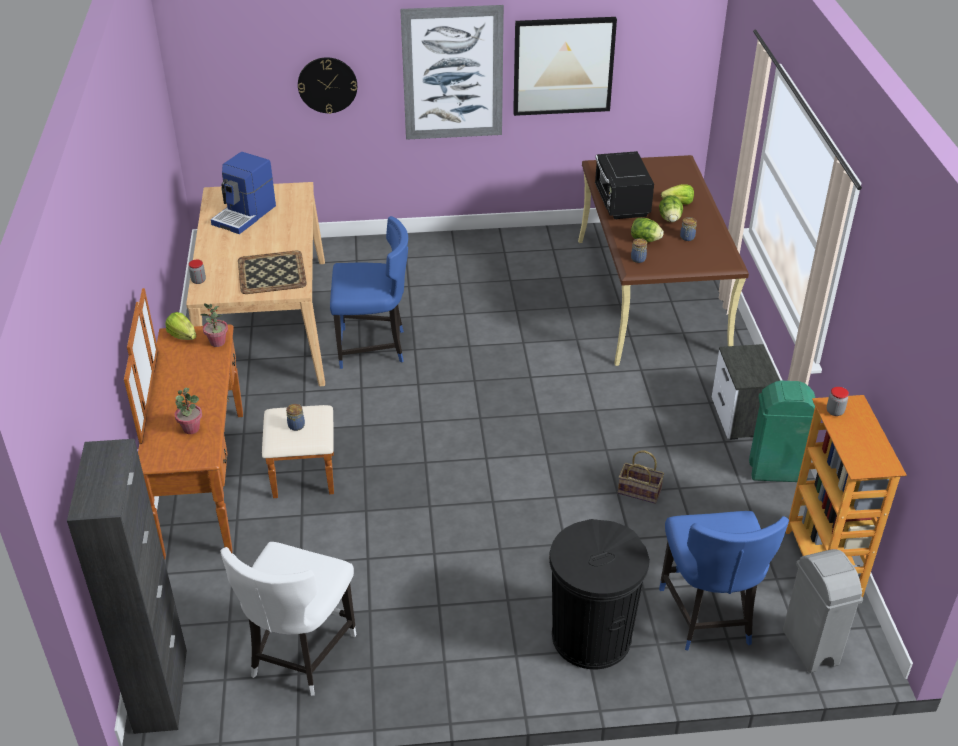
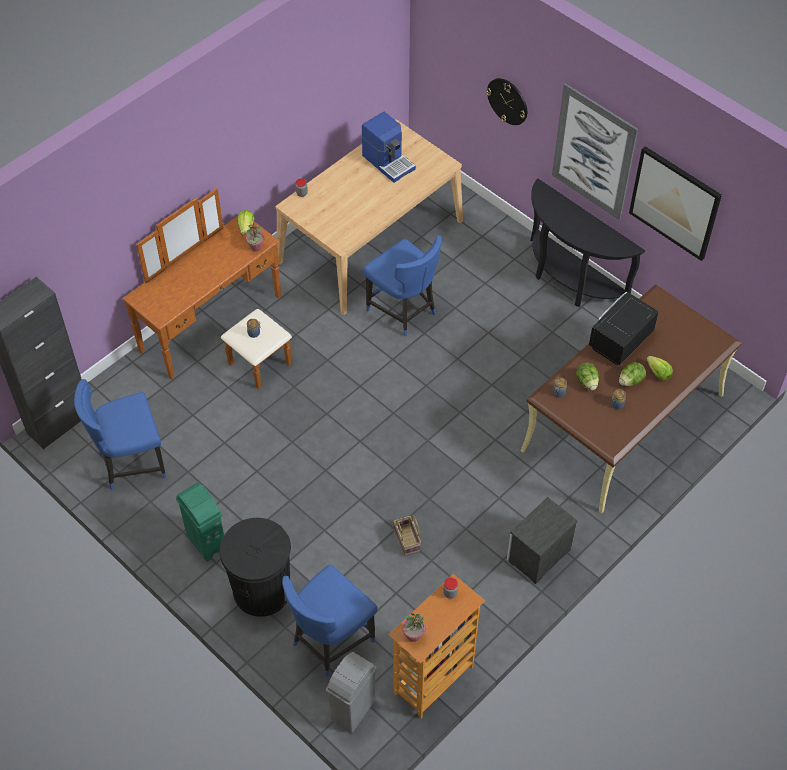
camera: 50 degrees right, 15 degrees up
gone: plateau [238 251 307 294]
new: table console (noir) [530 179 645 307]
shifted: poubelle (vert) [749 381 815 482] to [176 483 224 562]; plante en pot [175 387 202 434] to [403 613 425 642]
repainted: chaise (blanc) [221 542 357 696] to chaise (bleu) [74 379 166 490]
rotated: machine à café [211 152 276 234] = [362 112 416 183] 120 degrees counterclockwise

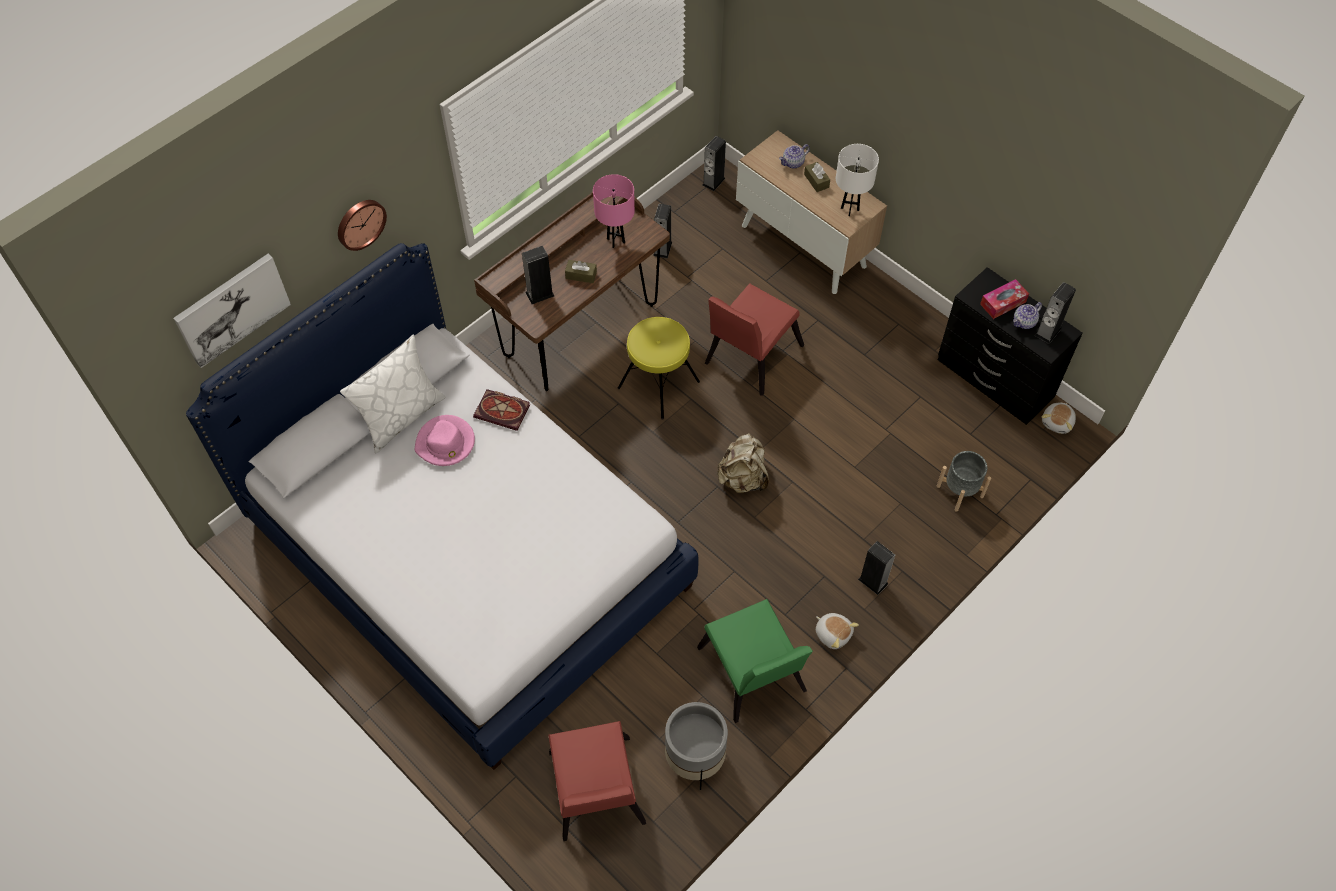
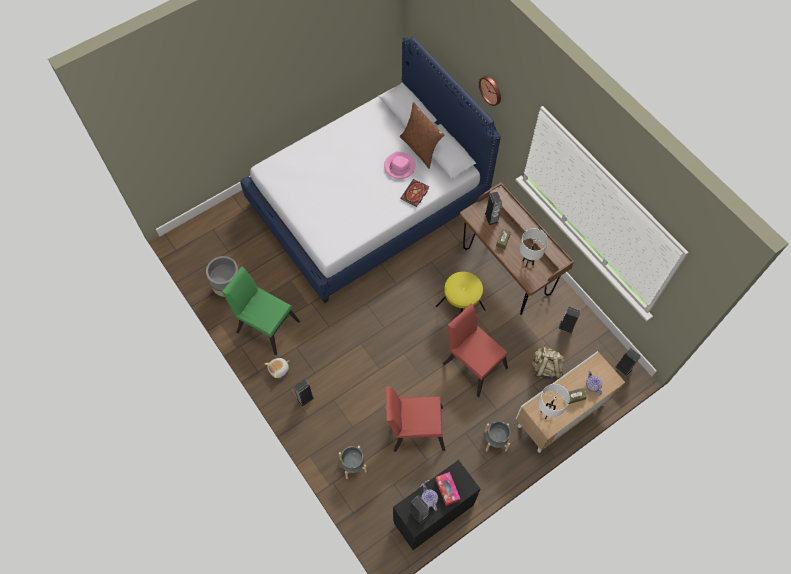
camera: 100 degrees right, 5 degrees up
gone: tableau [173 254 291 368]; peluche [1042 403 1076 434]
new: cache-pot (gris) [485 421 511 451]
shifted: sac à dos (beige) [717 433 769 493] to [532 346 564 380]; chaise (rouge) [548 721 646 841] to [386 386 445 452]
repainted: lampe de table (rose) [593 174 635 248] to lampe de table (blanc) [519 228 548 267]; coussin (blanc) [340 335 446 453] to coussin (marron) [400 102 444 169]
rotated: chaise (vert) [697 599 813 723] = [222 266 300 355] 45 degrees clockwise

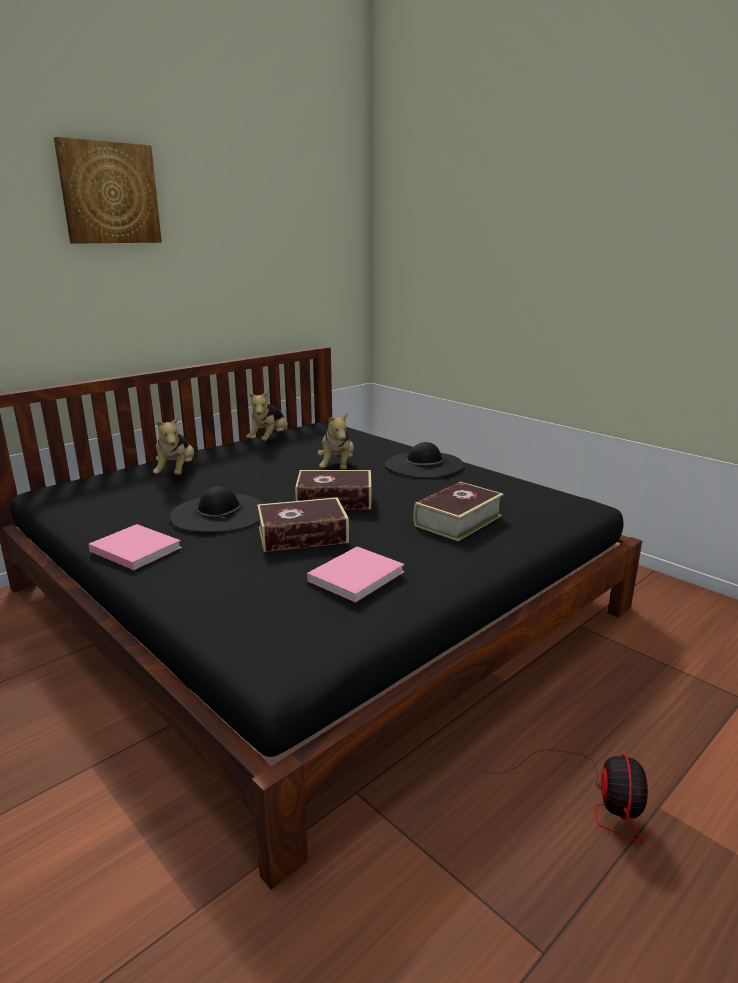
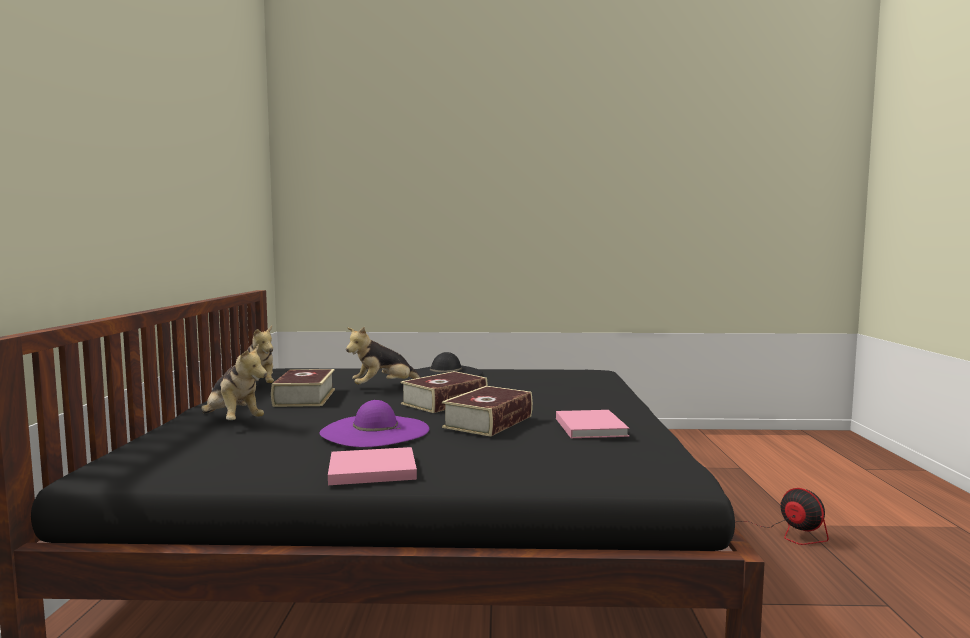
camera: 45 degrees left, 15 degrees down
gone: tableau [54 137 162 244]
shifted: livre [413 482 503 541] to [271 369 335 407]
repainted: chapeau (noir) [170 486 264 532] to chapeau (violet) [320 400 429 447]
rotated: peluche [318 412 354 470] = [346 327 421 384] 105 degrees clockwise

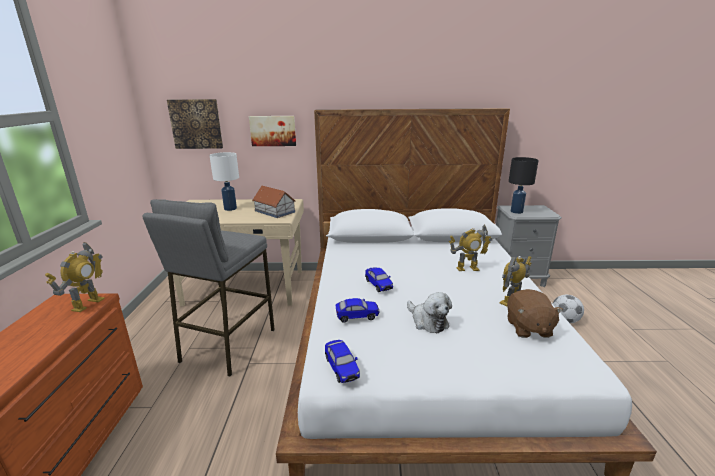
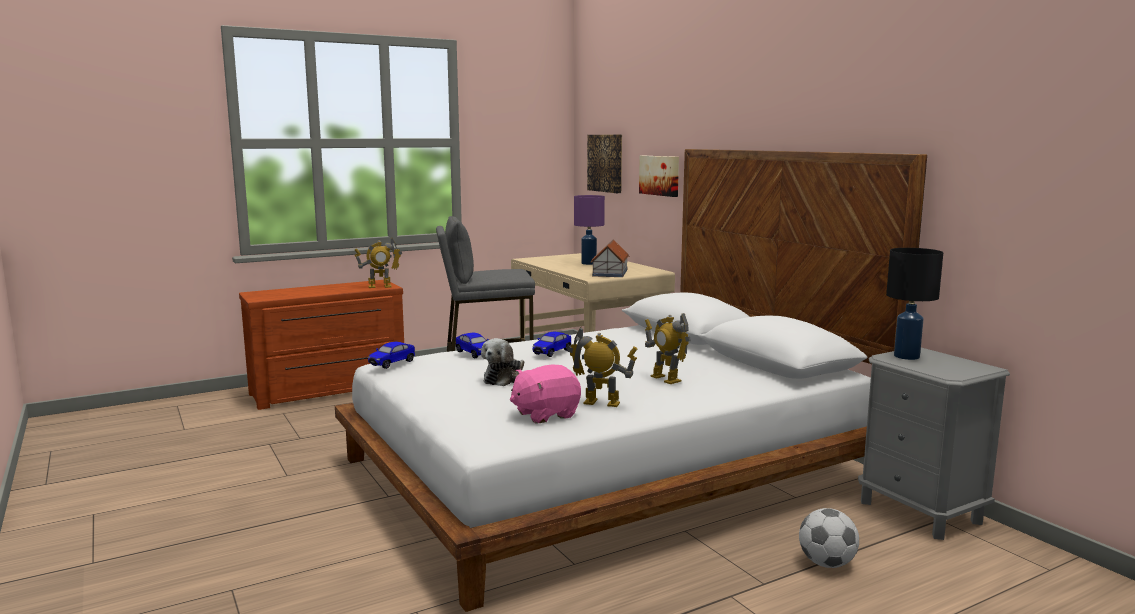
camera: 60 degrees right, 10 degrees down
repainted: lampe de table (blanc) [209 152 239 211] to lampe de table (violet) [574 195 605 265]; peluche (marron) [507 289 563 338] to peluche (rose) [510 365 581 423]

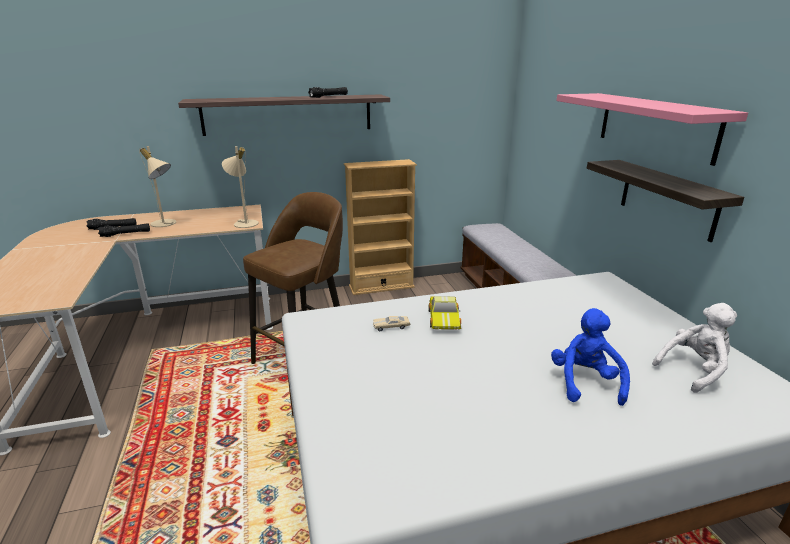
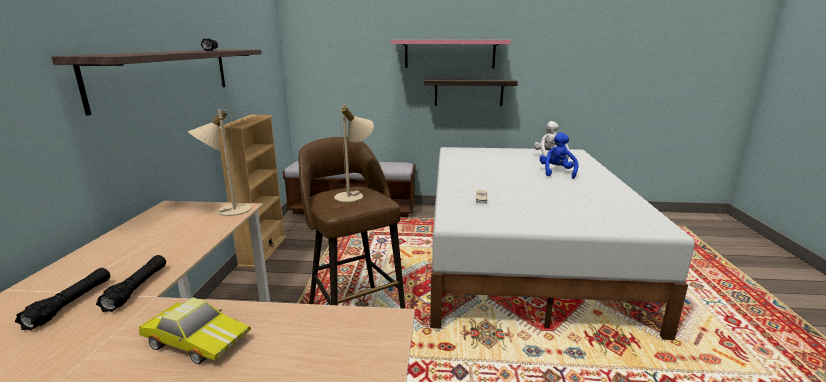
camera: 70 degrees left, 5 degrees down
shifted: lampe de table (beige) [139 146 176 227] to [334 104 374 202]; petite voiture [429 296 461 330] to [139 297 251 364]
rotated: peluche (bleu) [551 308 630 406] = [539 132 578 179] 75 degrees clockwise

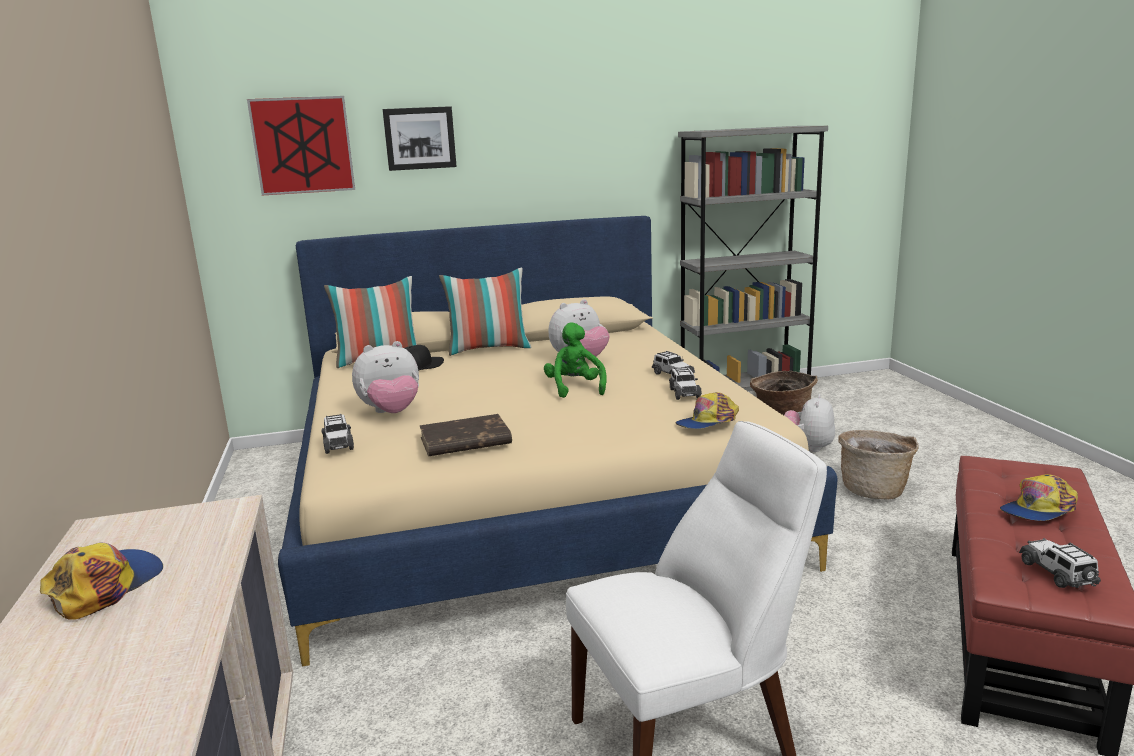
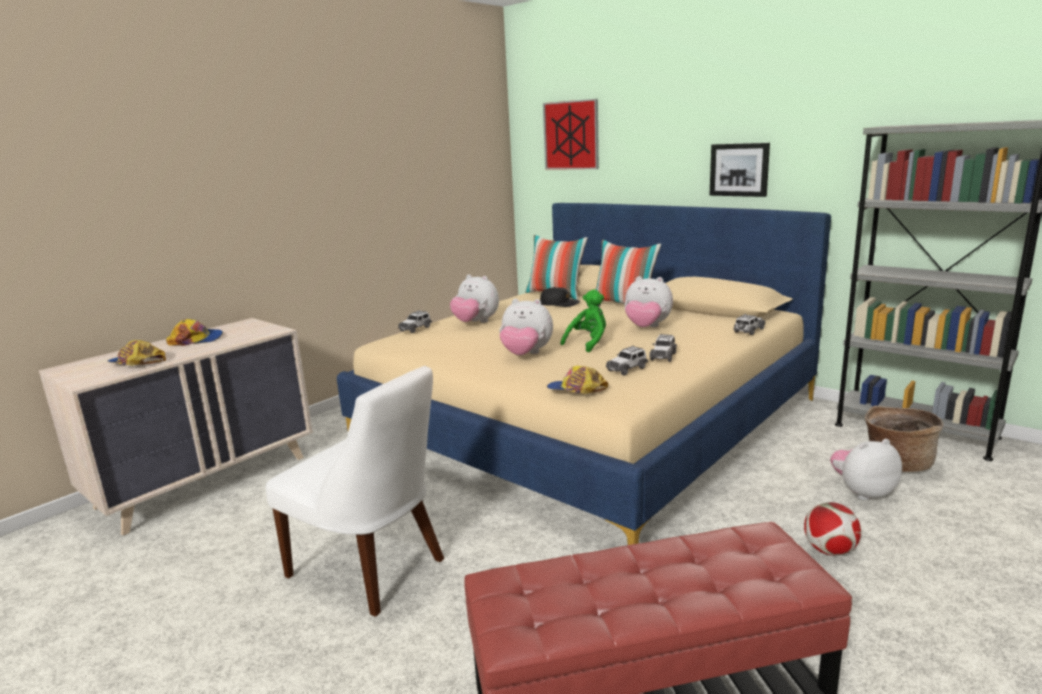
camera: 55 degrees right, 0 degrees up
gone: livre (marron) [419 414 512 456]
new: peluche [499 299 553 355]
shifted: tableau [382 106 457 171] to [710 143 770 197]; casquette [1000 474 1078 521] to [107 340 166 365]; petite voiture [1019 538 1101 588] to [733 314 765 335]
swapped: panier [838 430 919 500] to ballon de foot [804 502 861 556]

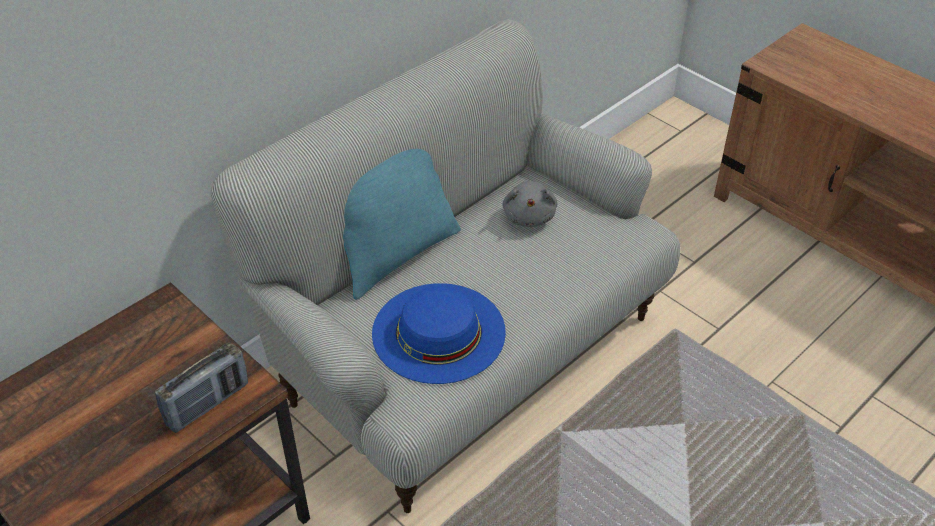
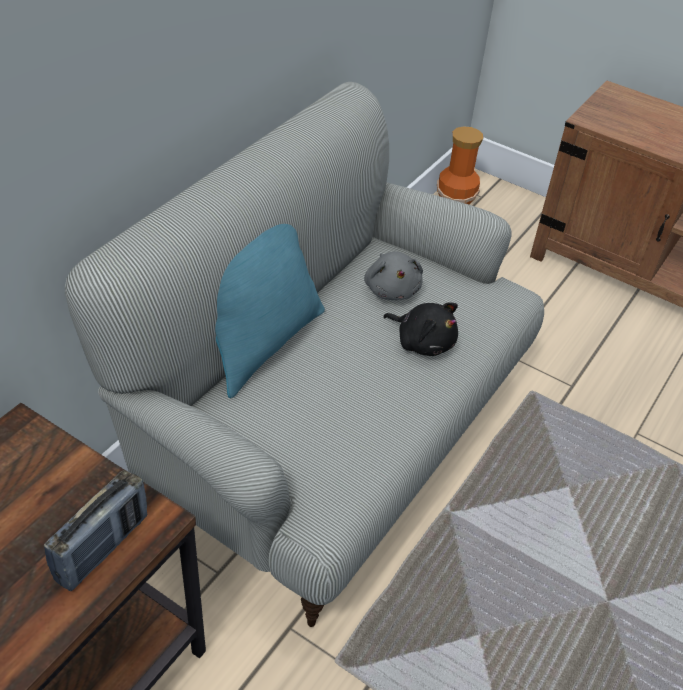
camera: 15 degrees left, 0 degrees up
gone: chapeau (bleu) [372 283 506 384]
new: vase [437 126 483 204]; peluche (noir) [383 302 458 356]

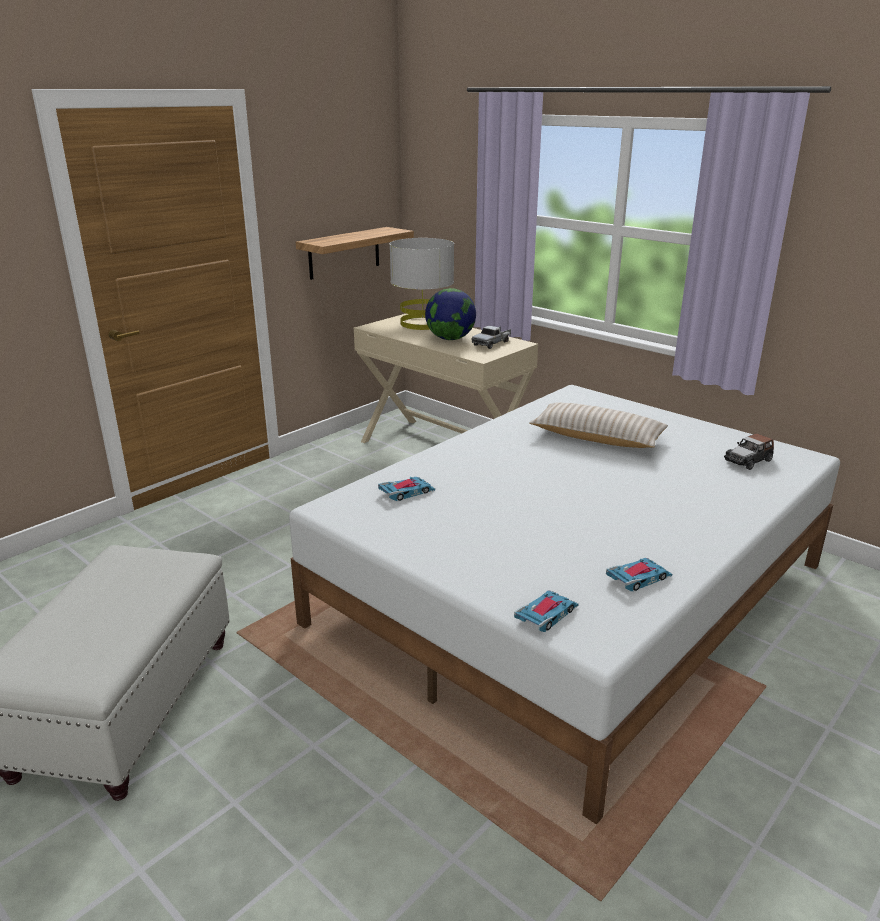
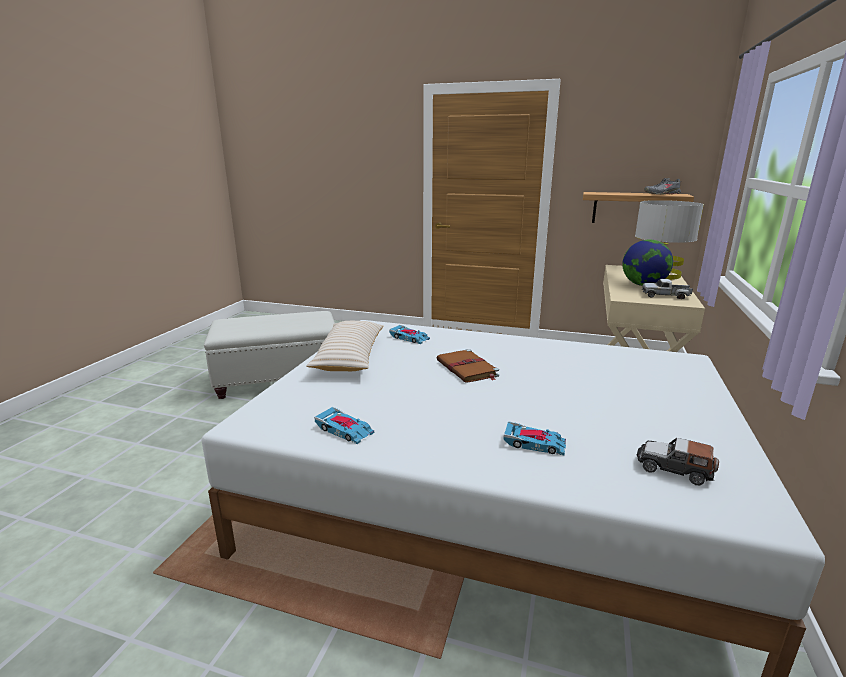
camera: 65 degrees right, 5 degrees down
new: chaussure (gris) [644 178 681 195]; livre (marron) [437 349 499 383]
shifted: coussin (beige) [529 402 668 448] to [306 321 383 371]; petite voiture [514 591 579 632] to [503 422 566 455]

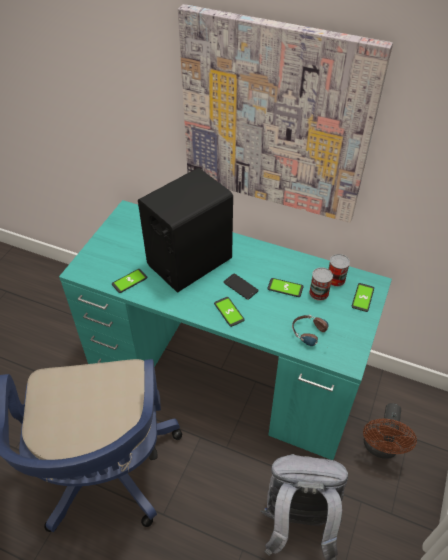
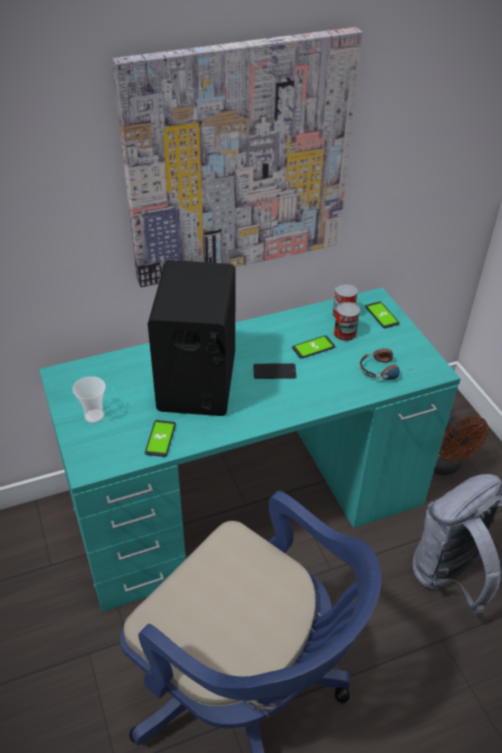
camera: 45 degrees left, 5 degrees down
gone: téléphone [214 297 245 327]
new: tasse [73 376 106 423]

